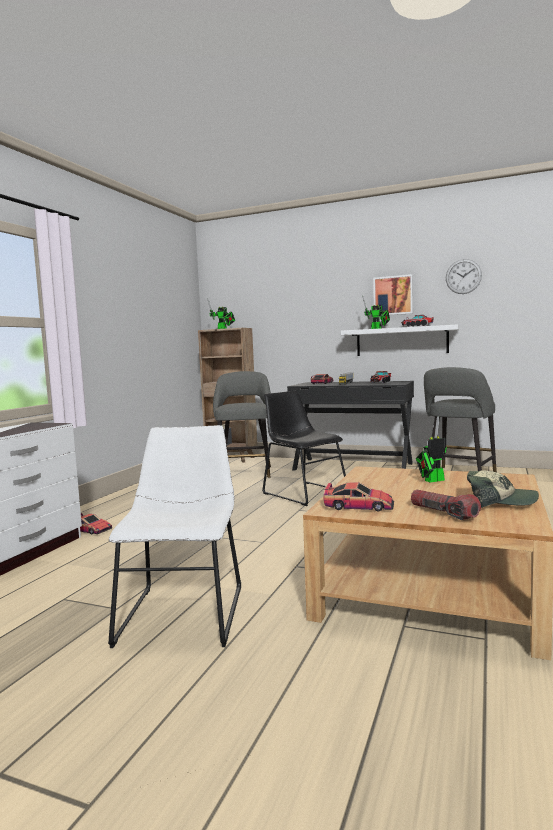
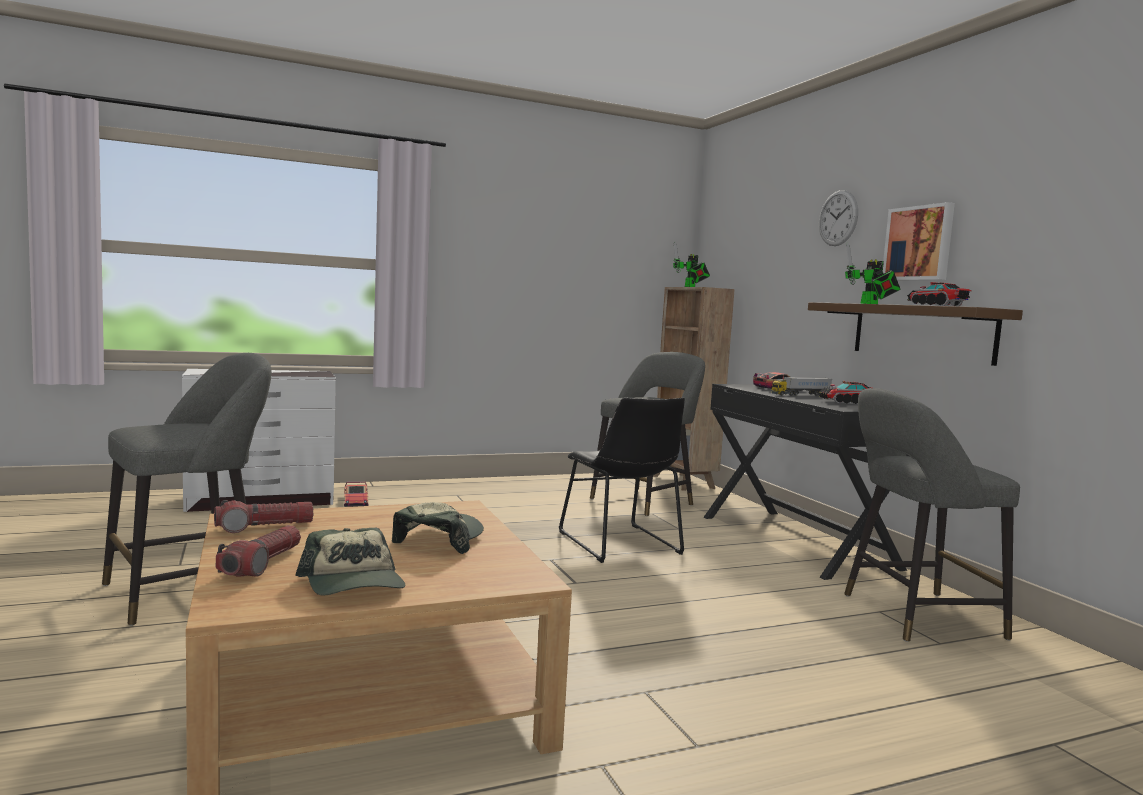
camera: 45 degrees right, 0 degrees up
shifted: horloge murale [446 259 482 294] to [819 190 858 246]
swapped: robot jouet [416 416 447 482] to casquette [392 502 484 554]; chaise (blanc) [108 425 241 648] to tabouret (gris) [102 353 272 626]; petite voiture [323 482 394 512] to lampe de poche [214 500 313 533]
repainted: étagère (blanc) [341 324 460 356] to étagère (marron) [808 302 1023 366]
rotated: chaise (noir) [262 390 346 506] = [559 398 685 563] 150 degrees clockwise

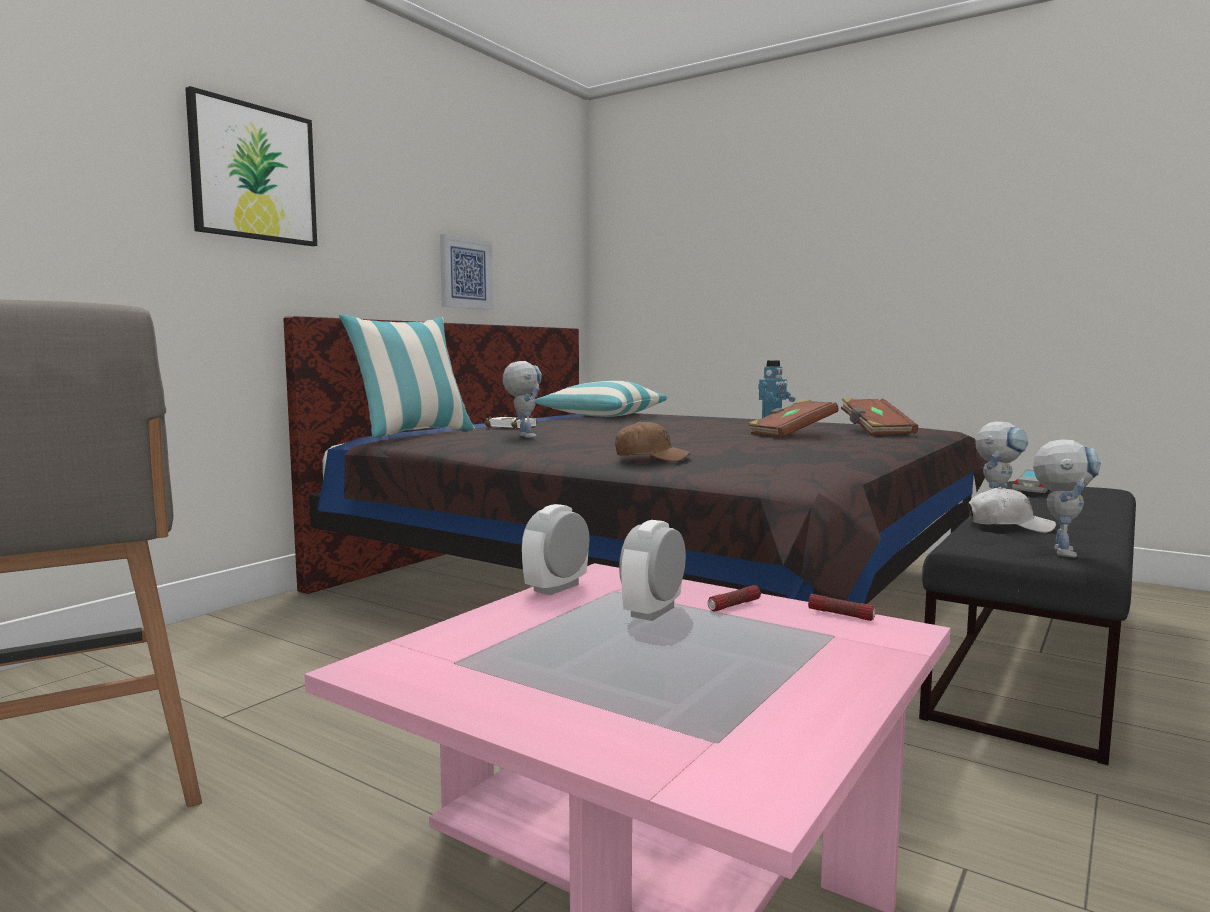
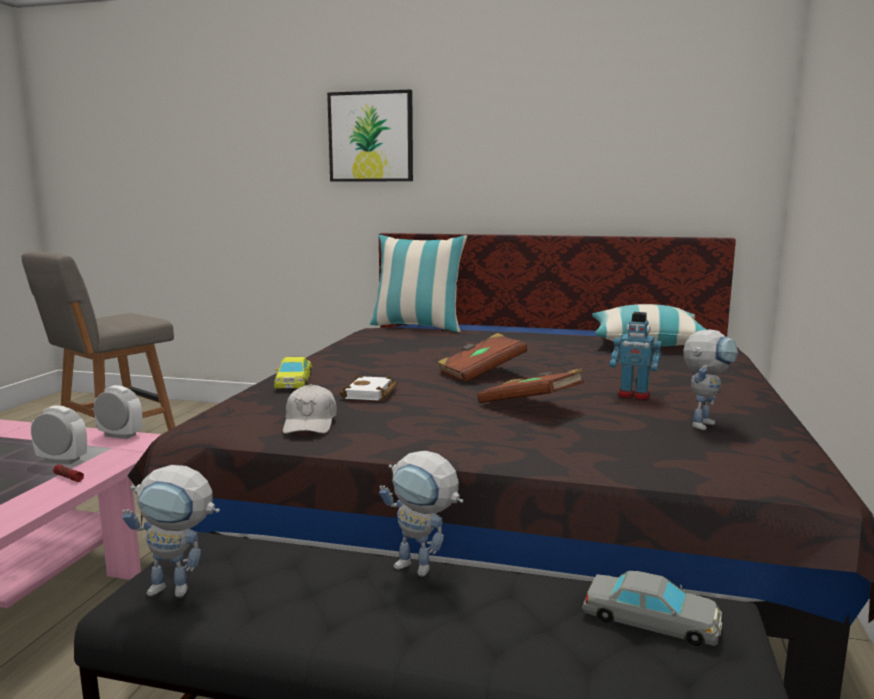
camera: 70 degrees right, 5 degrees up
gone: tableau [440 234 493 310]; lampe de poche [808 594 876 621]
shifted: robot jouet [503 361 542 438] to [683 329 738 430]; livre (marron) [841 398 918 436] to [437 333 527 382]; livre (blanc) [484 415 538 429] to [339 375 398 401]; casquette (blanc) [968 487 1056 533] to [283 384 337 434]
swapped: casquette (marron) [615 420 691 462] to petite voiture (jaune) [274 357 312 389]

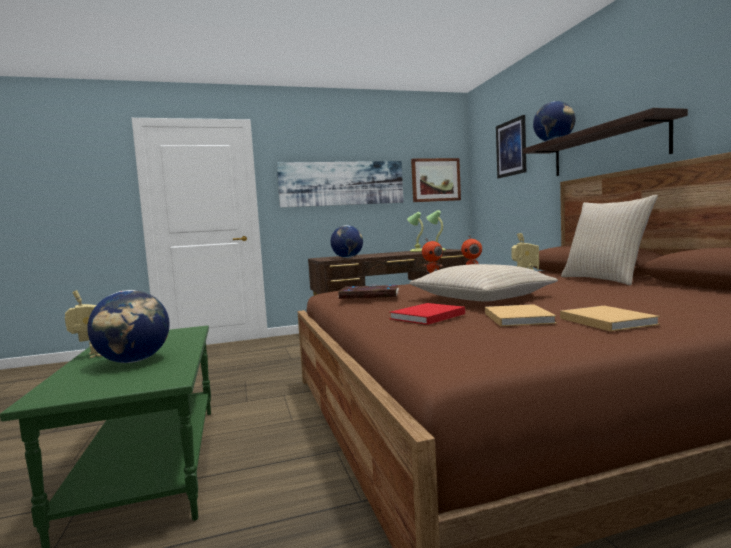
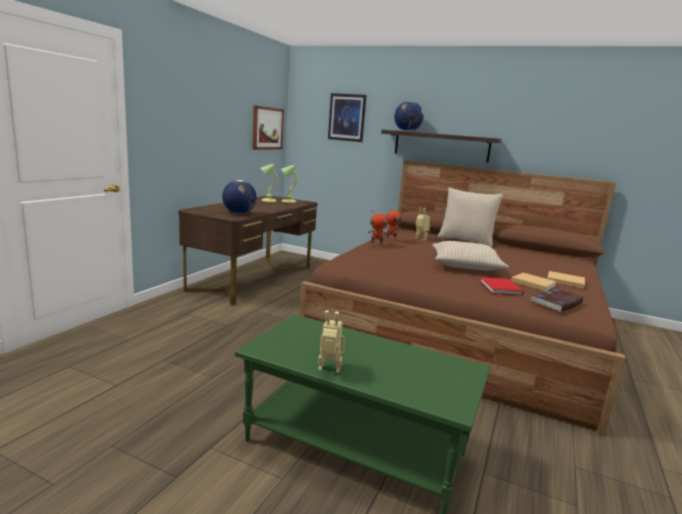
camera: 50 degrees left, 10 degrees up
gone: tableau [277 161 404 208]; globe [87 290 169 363]
shifted: livre [338 284 399 299] to [530 288 584 312]

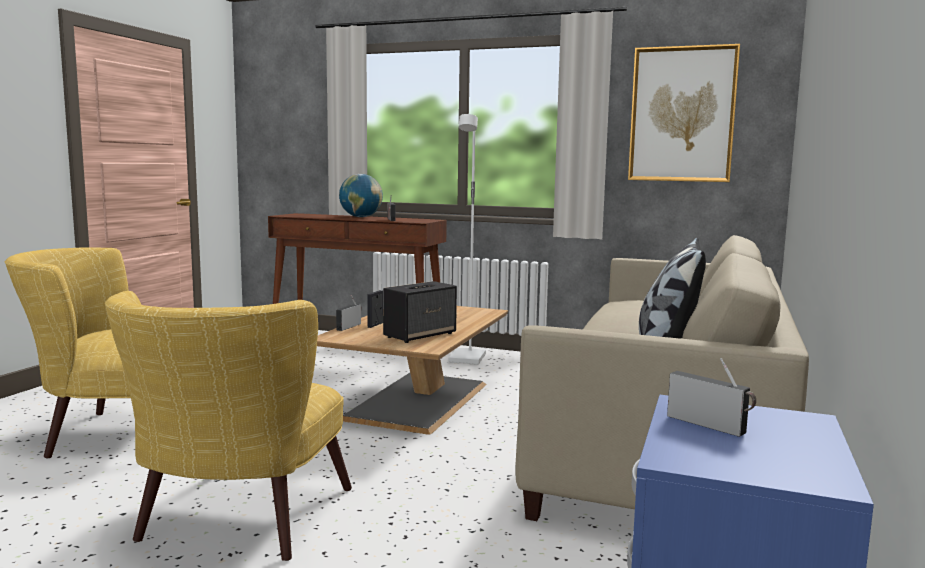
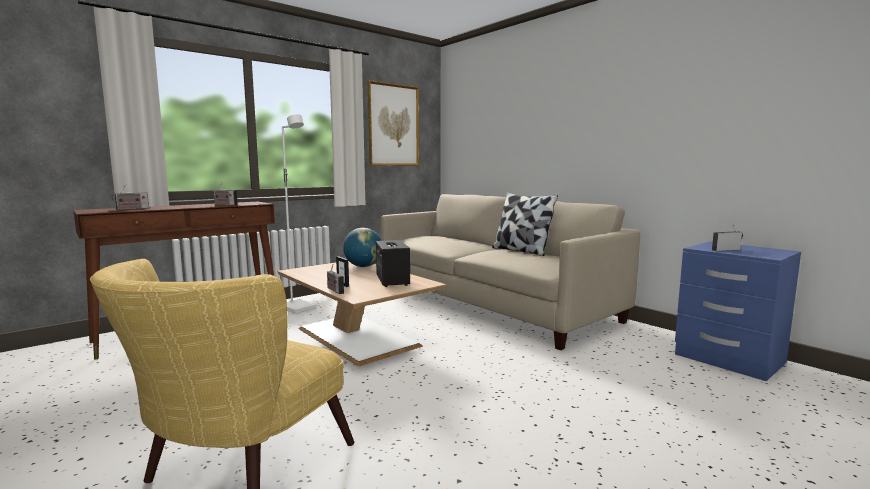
camera: 60 degrees left, 0 degrees up
gone: fauteuil (jaune) [105 291 352 561]
new: radio [112 184 149 210]
shifted: globe [339 174 383 217] to [343 228 382 267]

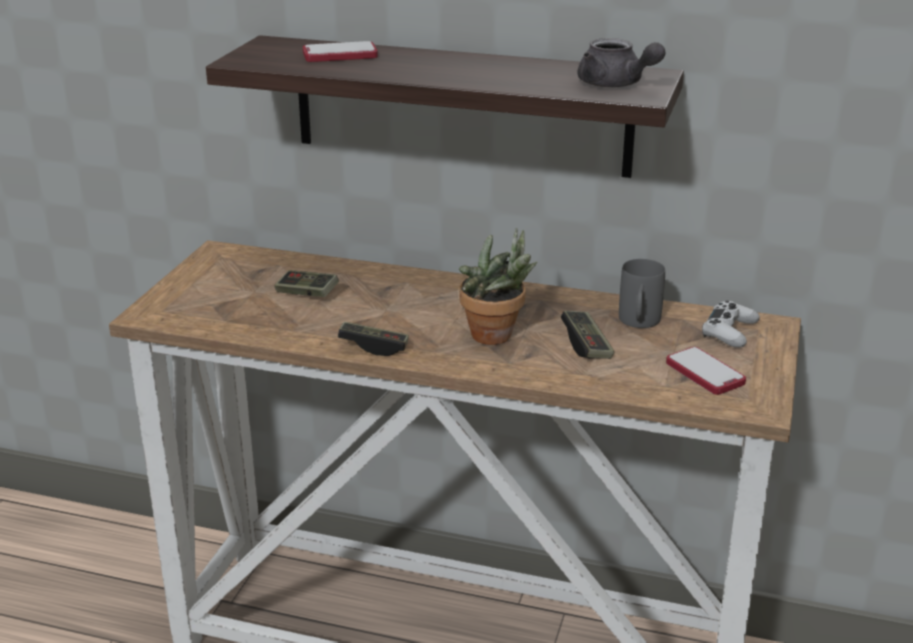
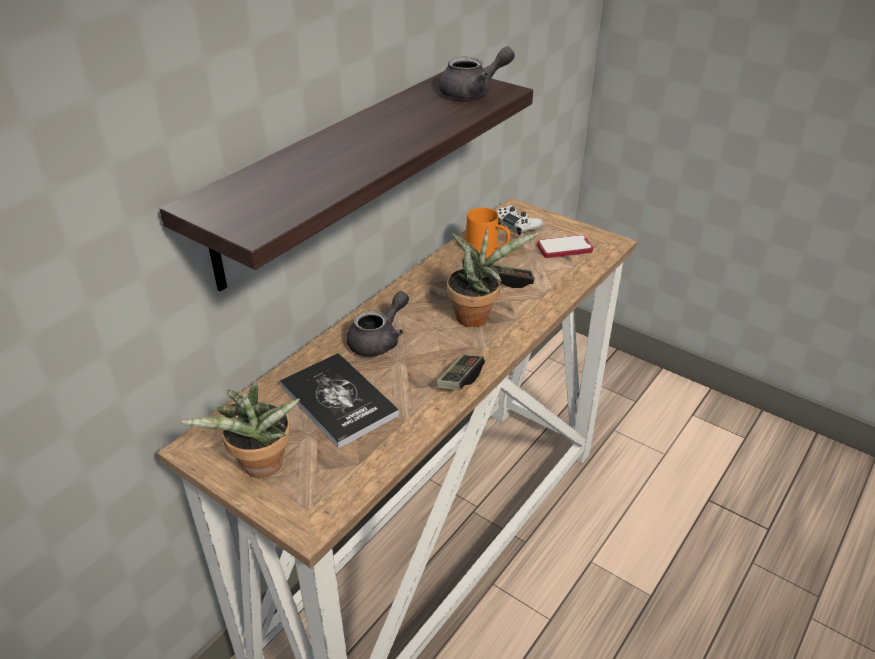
camera: 70 degrees left, 10 degrees up
gone: téléphone [303 41 378 62]
new: théière (gris) [346 291 409 356]; plante en pot [179 382 300 478]
swapped: manette [274 270 339 297] to livre [279 353 400 449]
repainted: mug (gris) [619 259 665 328] to mug (orange) [466 207 510 258]

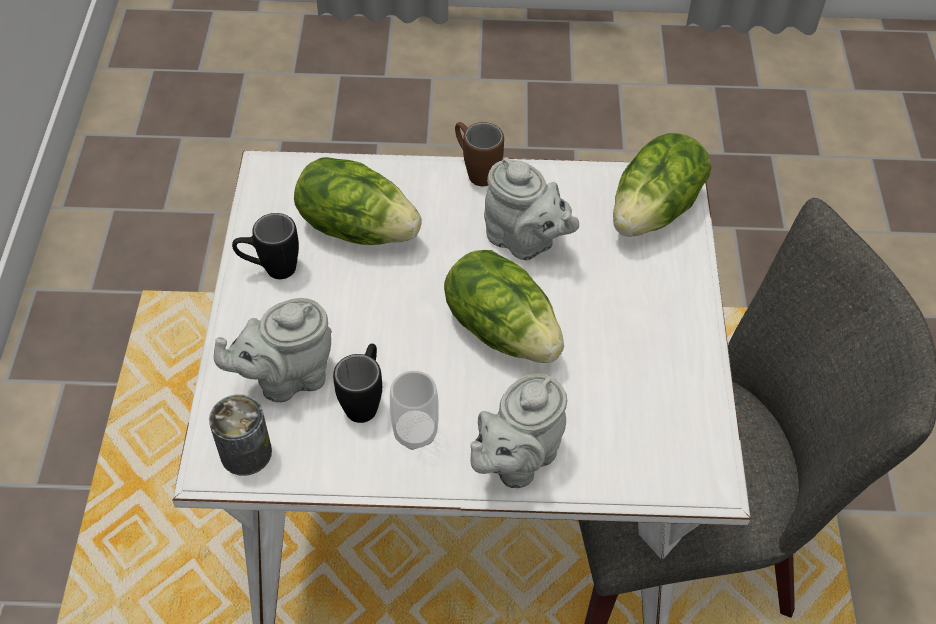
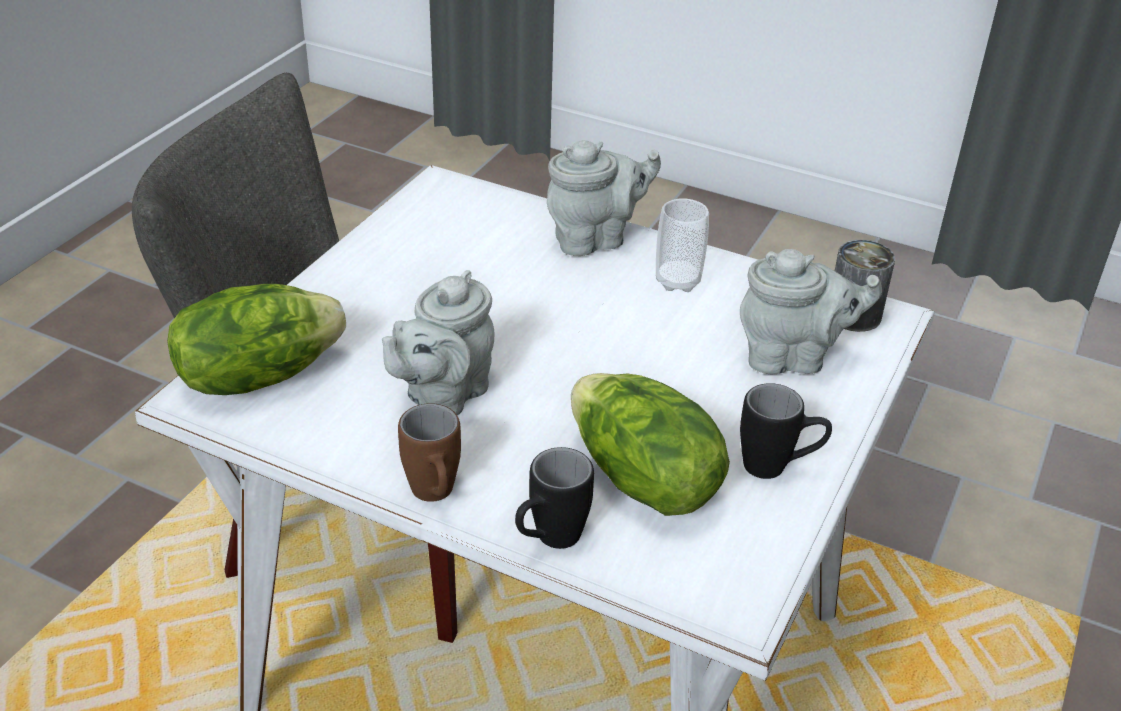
camera: 155 degrees left, 15 degrees down
gone: laitue [444 250 564 363]
shifted: mug (noir) [333 344 382 423] to [515 447 594 549]
rotated: théière (gris) [484 157 579 260] = [382 270 495 415] 120 degrees counterclockwise

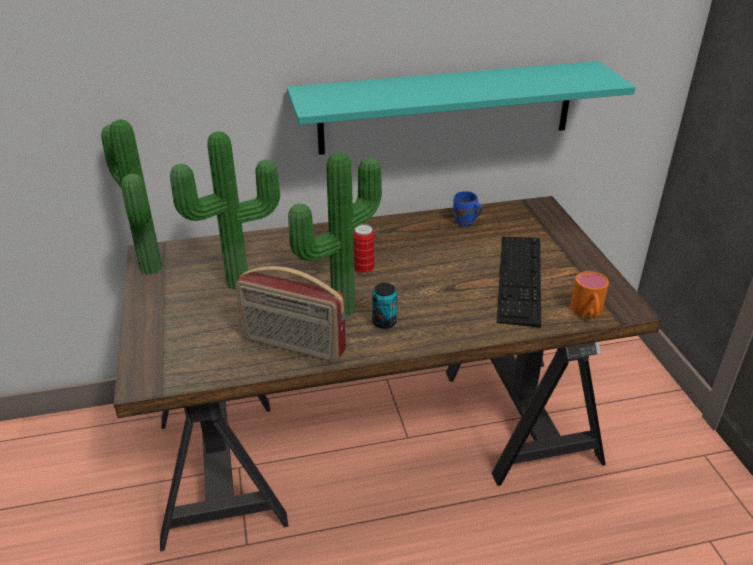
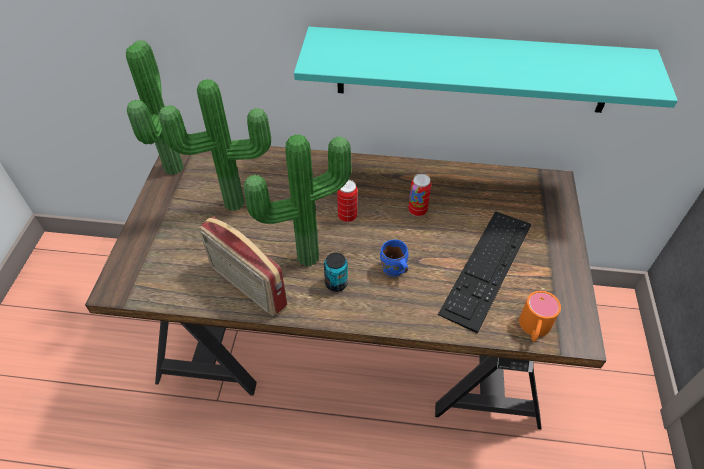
camera: 20 degrees right, 15 degrees up
new: boîte métallique [408 174 431 216]
shifted: mug (bleu) [453 191 482 226] to [380 239 408 277]

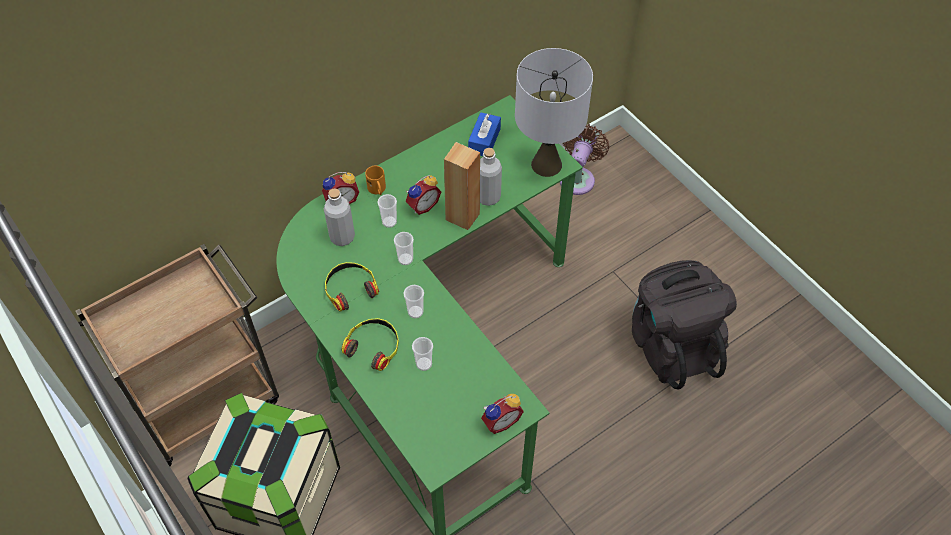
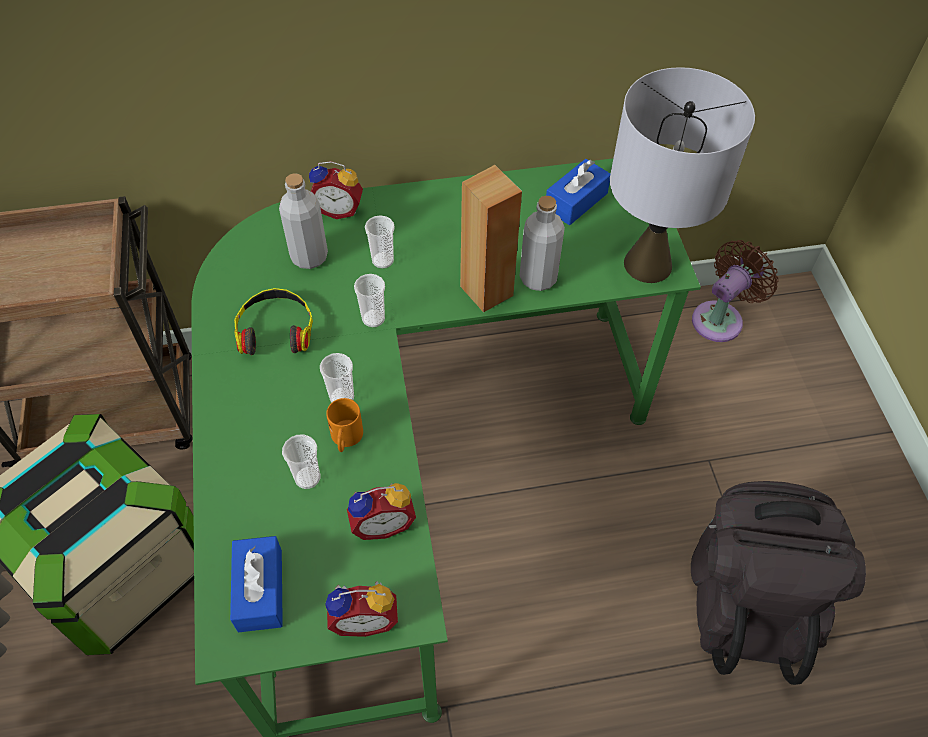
camera: 25 degrees right, 0 degrees up
gone: casque audio [342 318 399 371]
new: boîte à mouchoirs (bleu) [230 536 283 632]
shifted: mug (orange) [365 166 386 195] to [326 398 363 452]; réveil [405 175 441 215] to [347 483 416 540]

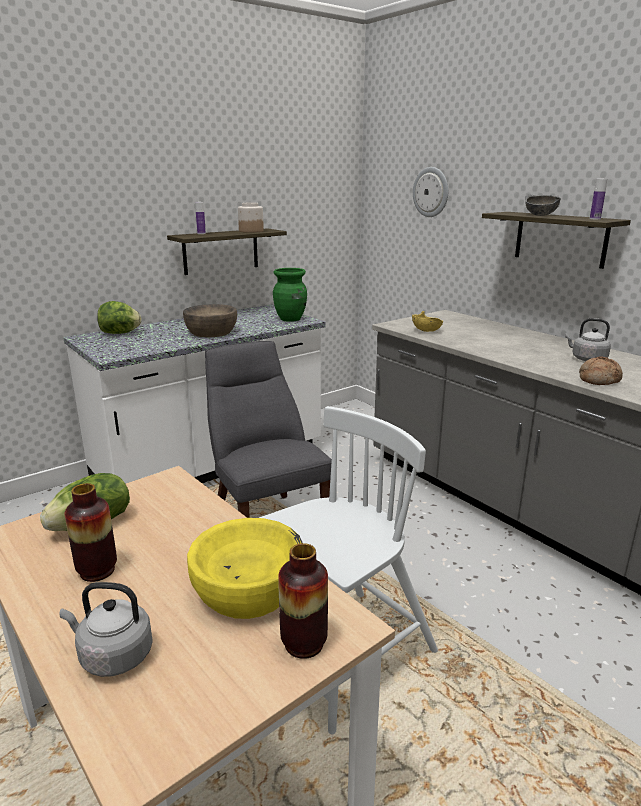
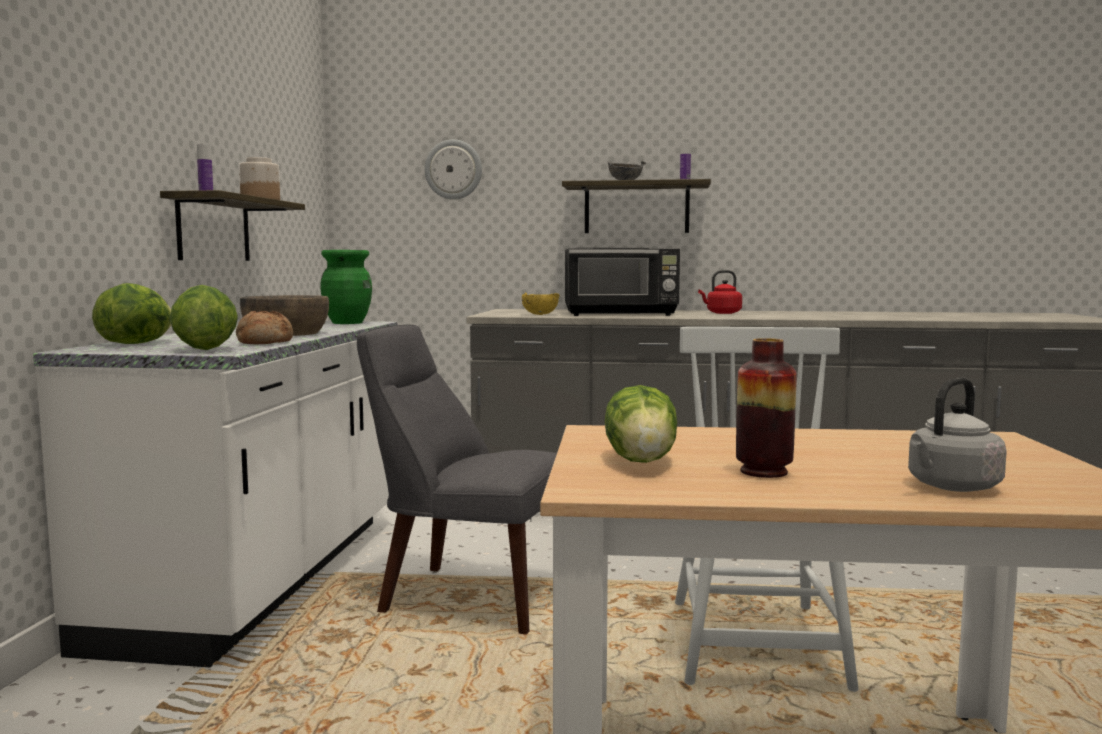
camera: 45 degrees left, 15 degrees down
gone: bol (jaune) [187 518 303 619]; vase [278 543 328 659]
new: micro-ondes (noir) [565 248 680 316]; laitue [169 285 238 350]
shifted: pain [579 356 623 385] to [236 311 293 344]
repainted: bouilloire (gris) [565 318 611 361] to bouilloire (rouge) [698 270 742 314]

